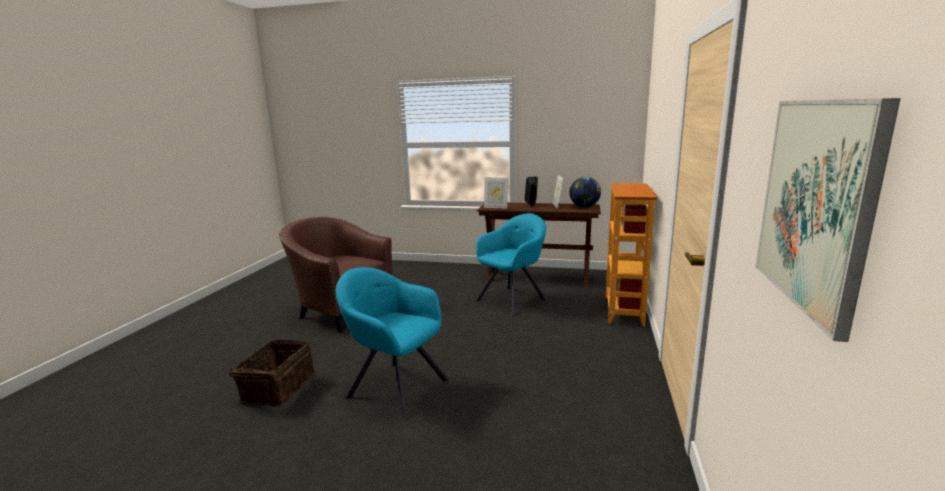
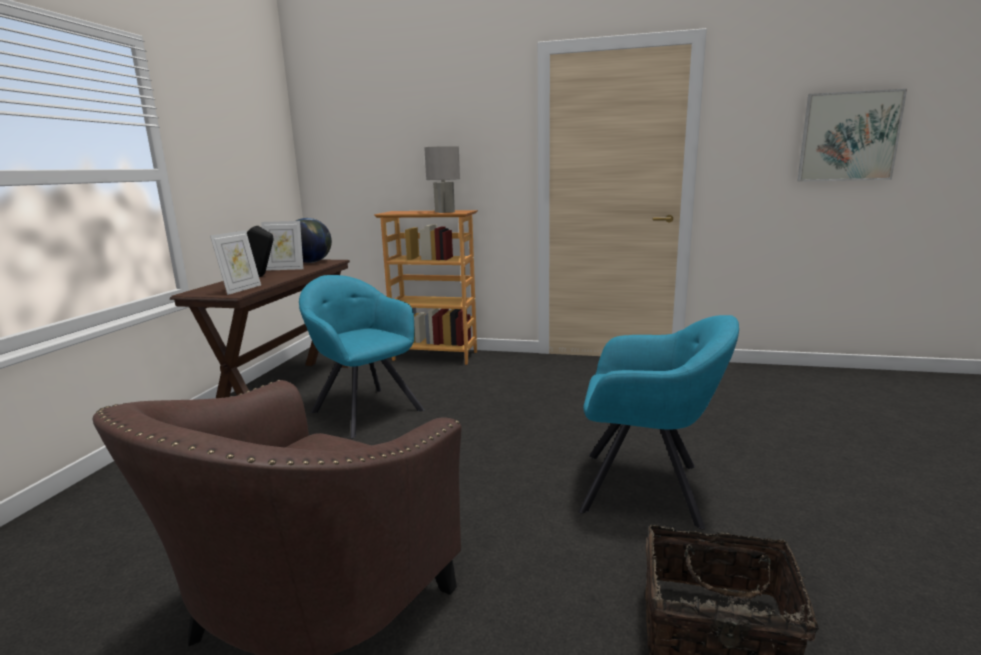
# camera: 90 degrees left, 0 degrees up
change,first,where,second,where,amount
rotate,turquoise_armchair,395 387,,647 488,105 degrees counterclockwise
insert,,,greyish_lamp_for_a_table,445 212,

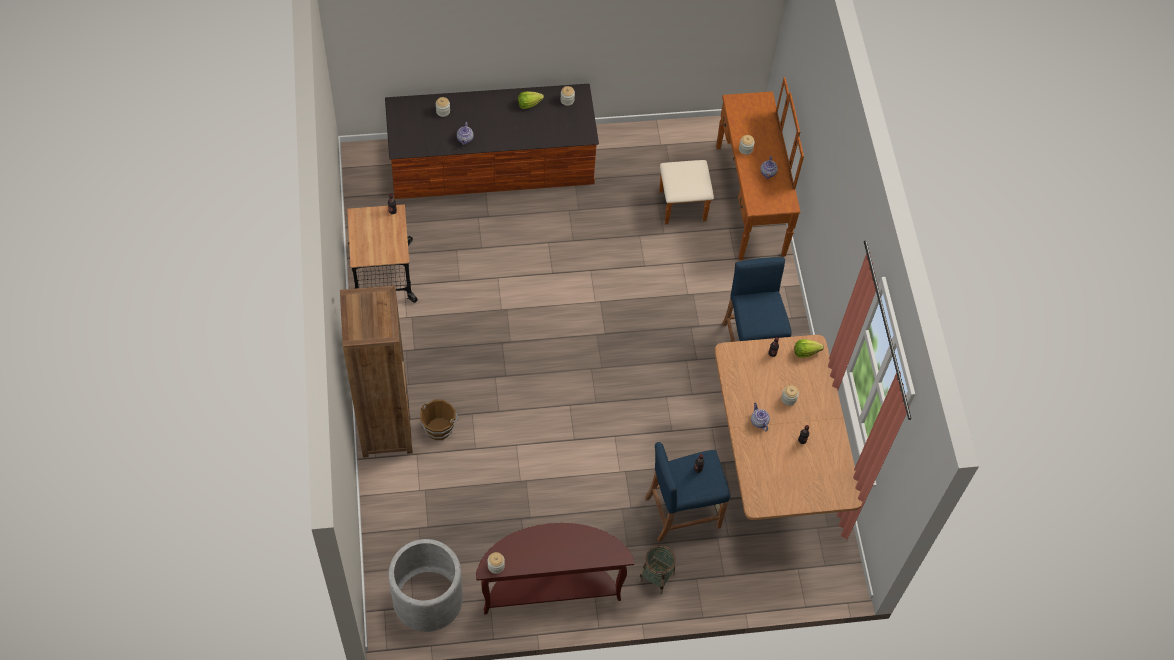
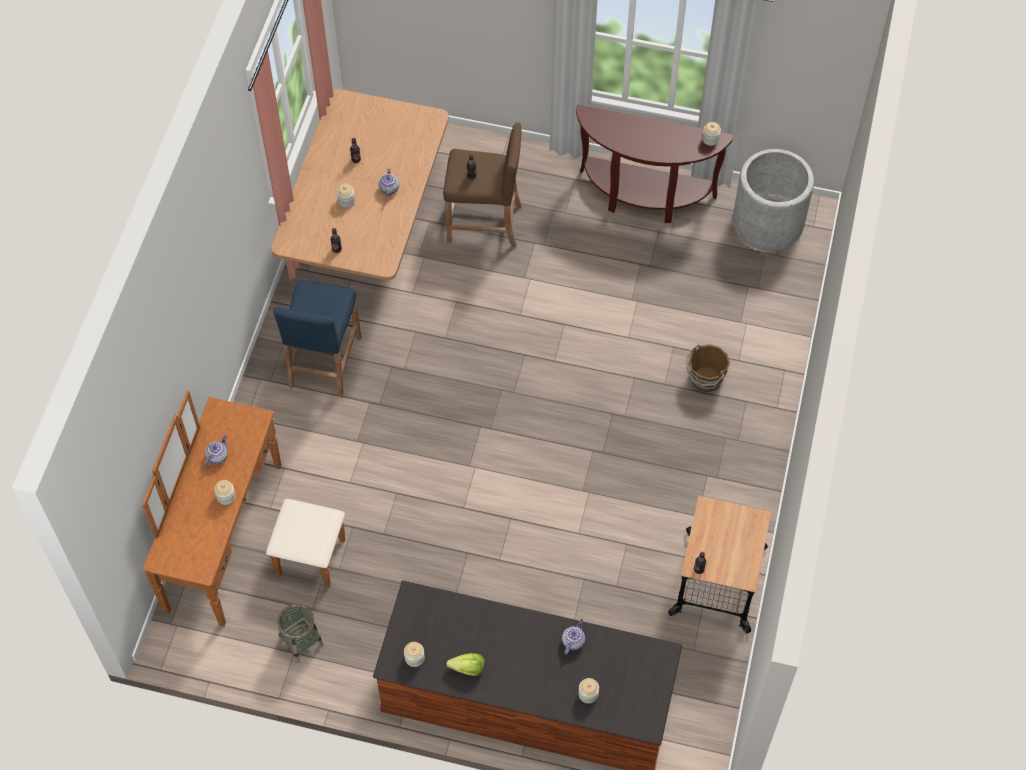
# camera: 155 degrees left, 0 degrees up
change,first,where,second,where,amount
delete,brown_bookcase,385 429,,,
move,basket,656 577,,301 642,
recolor,blue_stool_seat,682 512,brown_stool_seat,484 223,
delete,lettuce,805 352,,,

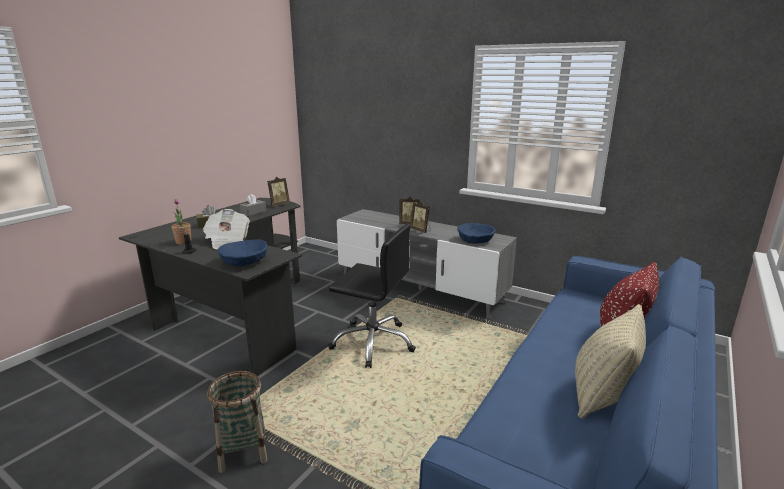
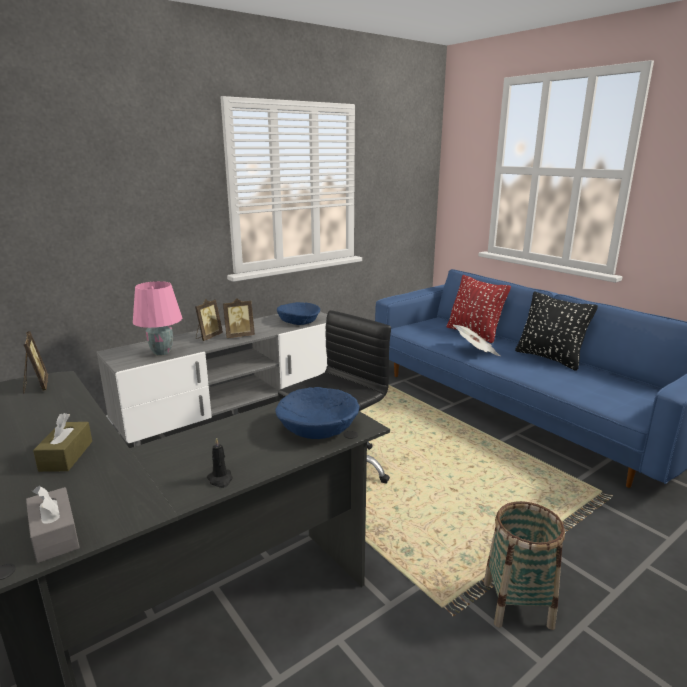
# camera: 70 degrees left, 0 degrees up
change,first,where,second,where,amount
delete,potted_plant,183 242,,,
move,newspaper,227 241,,475 352,
move,greyish_box_of_tissues,253 212,,55 535,
recolor,sand-coloured_throw_pillow,602 395,black_throw_pillow,549 358,
insert,,,pink_lamp_for_a_table,162 352,

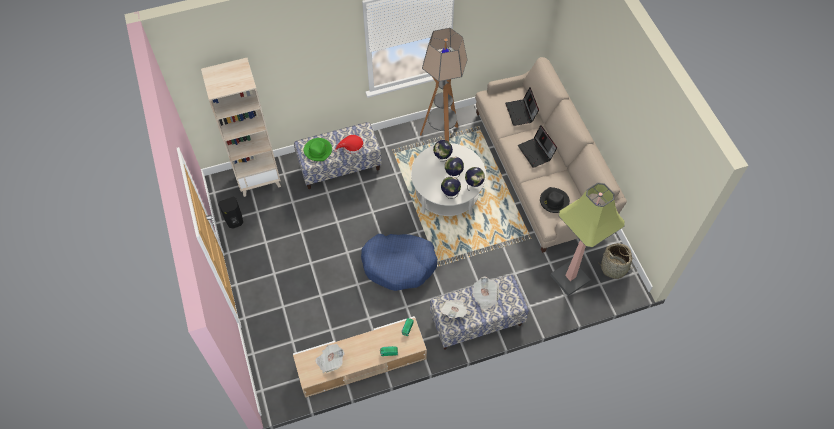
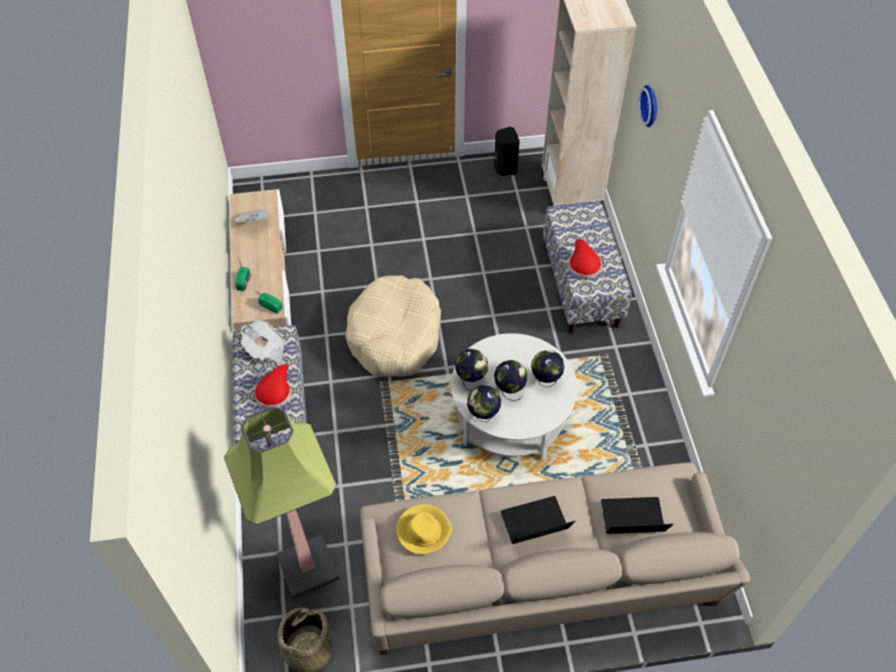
# camera: 100 degrees right, 5 degrees down
change,first,where,second,where,amount
delete,green_hat,318 150,,,
recolor,blue_dog_bed,399 265,sand-coloured_dog_bed,395 335,
delete,floor_lamp,441 138,,,
replace,newspaper,485 297,reddish_hat,275 391,
recolor,black_hat,554 201,yellow_hat,423 530,
insert,,,clock_on_the_wall,651 105,

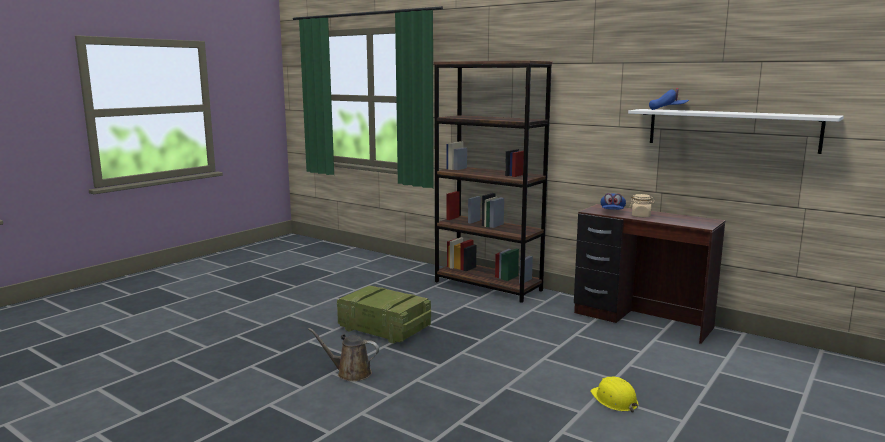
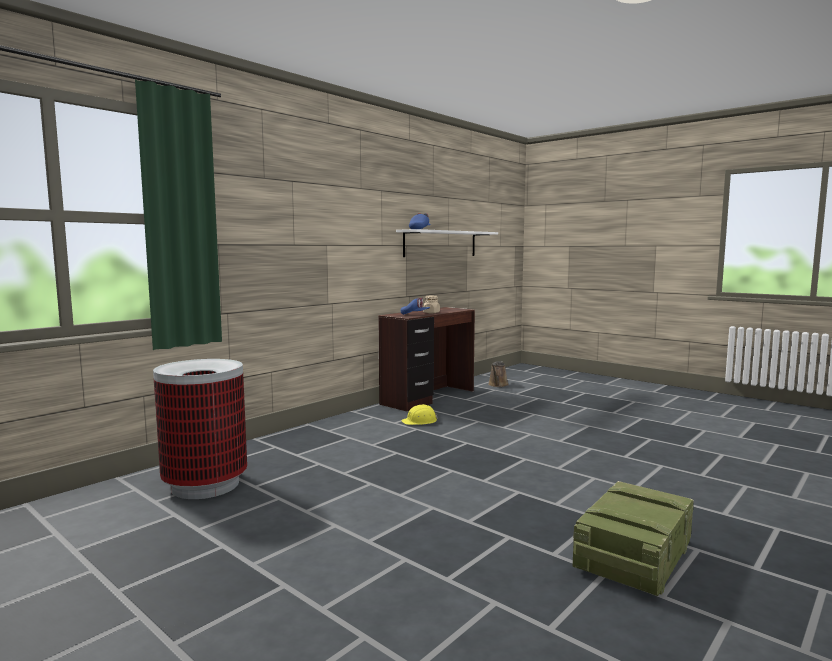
# camera: 85 degrees left, 5 degrees down
change,first,where,second,where,amount
move,brown_watering_pot,350 373,,497 385,
move,packing_crate,385 329,,634 557,
delete,brown_bookcase,488 286,,,
move,yellow_safety_helmet,614 400,,420 421,
insert,,,trash_can,205 485,

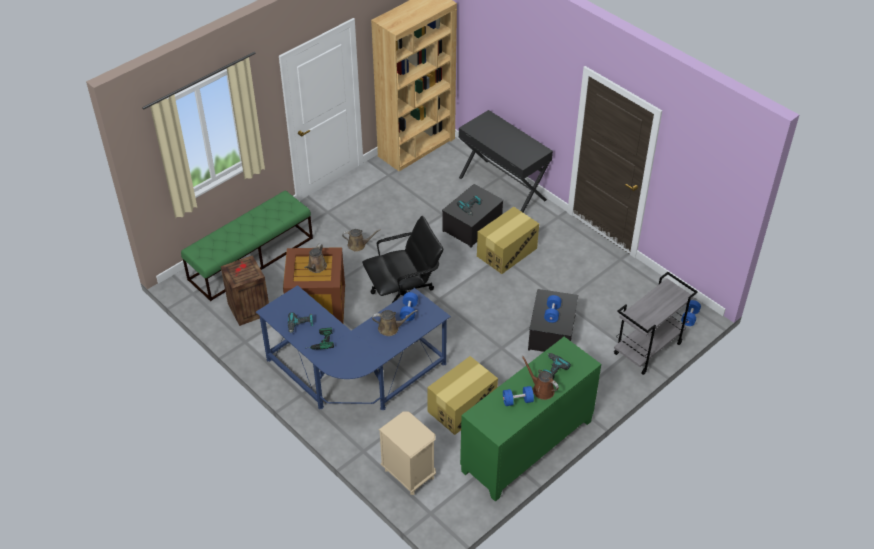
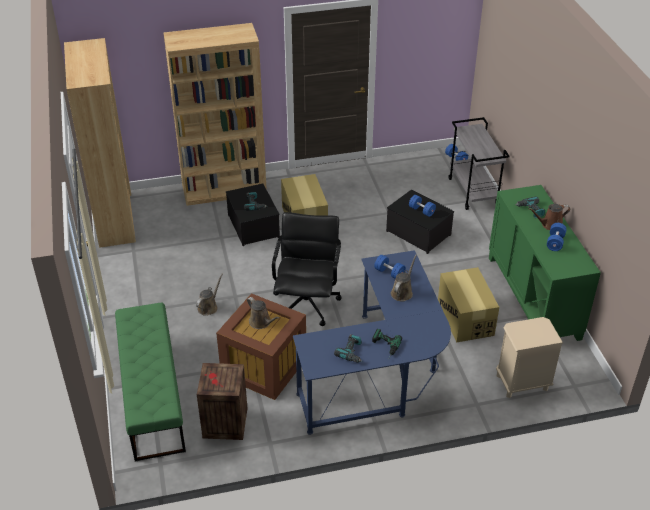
# camera: 60 degrees left, 5 degrees down
change,first,where,second,where,amount
replace,black_desk_table,503 188,brown_bookcase,224 190,

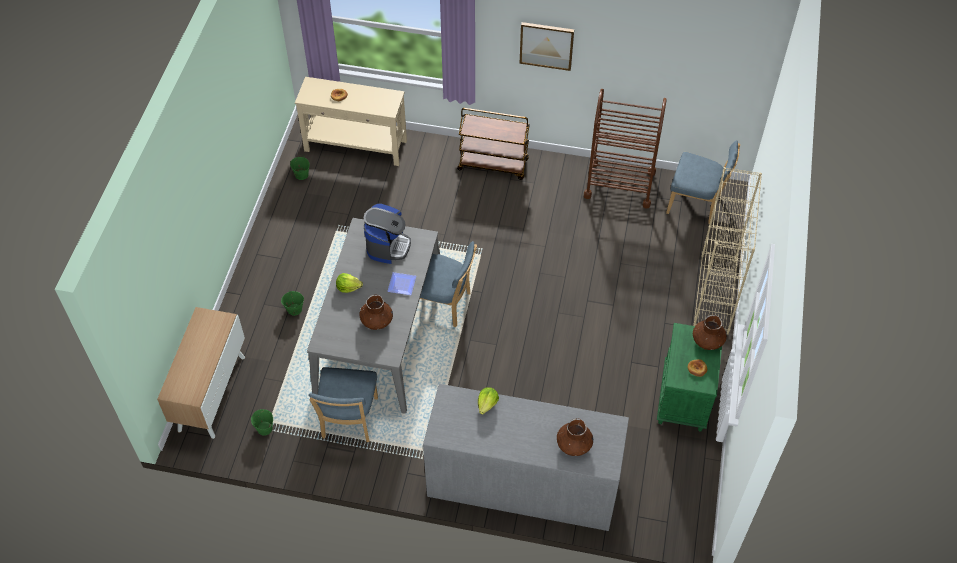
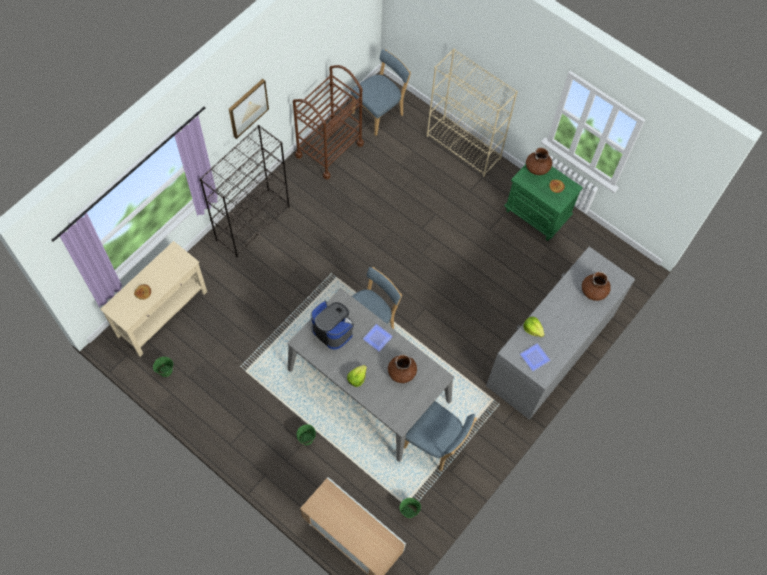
# camera: 65 degrees left, 10 degrees up
change,first,where,second,where,amount
replace,brown_trolley,493 164,black_bookcase,253 223,
insert,,,flat_dish,534 358,

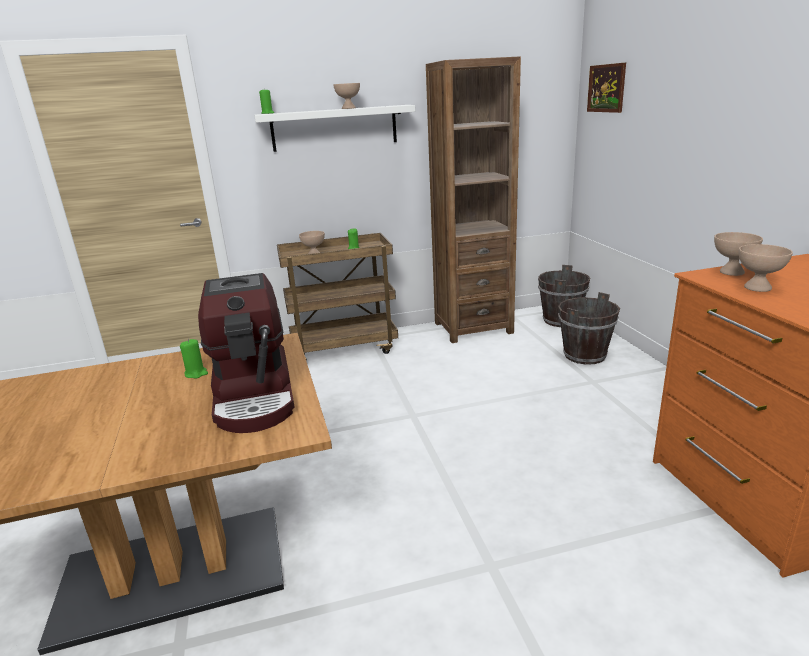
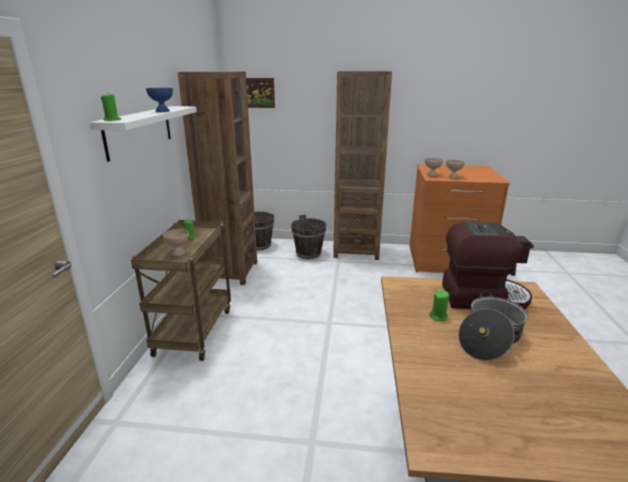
# camera: 70 degrees left, 0 degrees up
change,first,where,second,where,amount
recolor,sand-coloured_bowl,348 108,blue_bowl,163 111,
insert,,,brown_bookcase,356 251,
insert,,,saucepot,489 338,

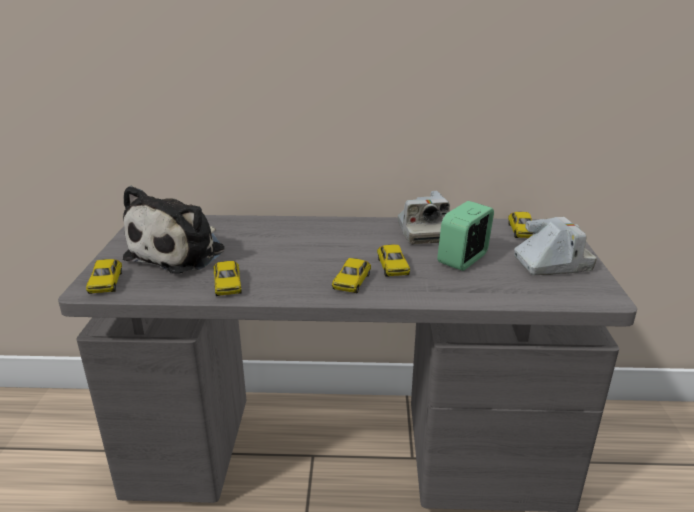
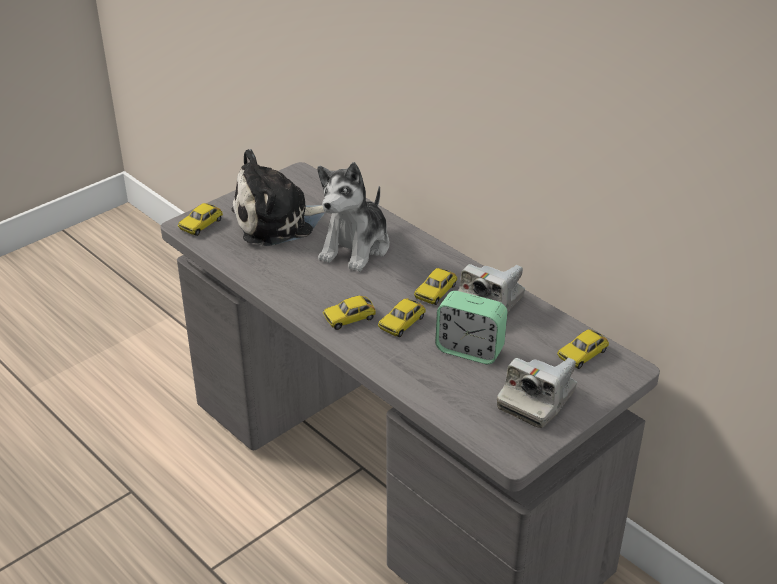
# camera: 45 degrees right, 10 degrees up
change,first,where,second,where,amount
move,model_car,227 285,,435 292,
rotate,table_clock,463 259,,469 350,150 degrees counterclockwise
rotate,still_camera,552 264,,536 400,90 degrees clockwise
insert,,,cuddly_toy,356 247,

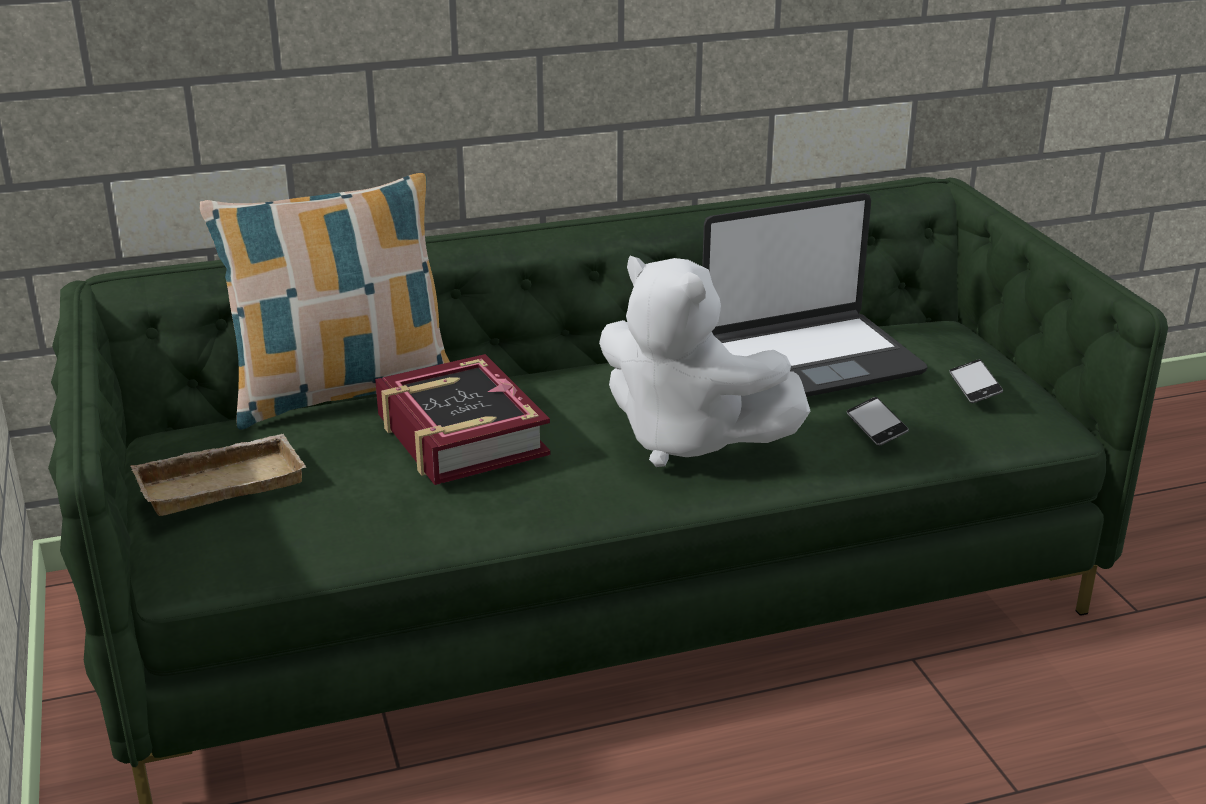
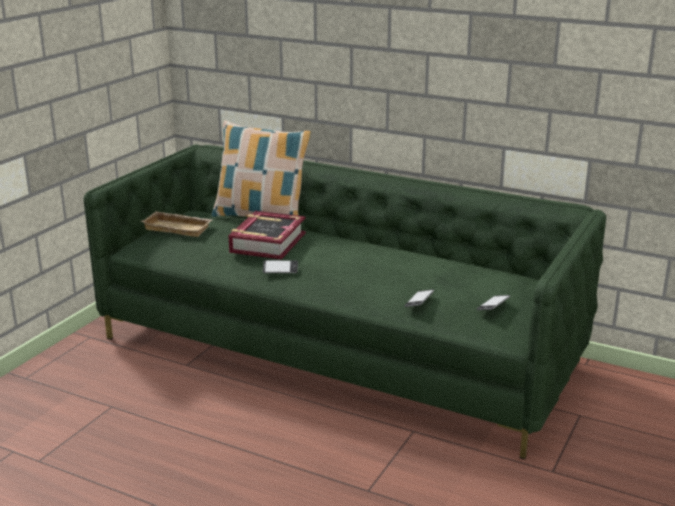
# camera: 45 degrees right, 5 degrees down
change,first,where,second,where,amount
delete,white-coloured_cuddly_toy,688 439,,,
delete,portable_computer,809 359,,,
insert,,,phone,280 270,

